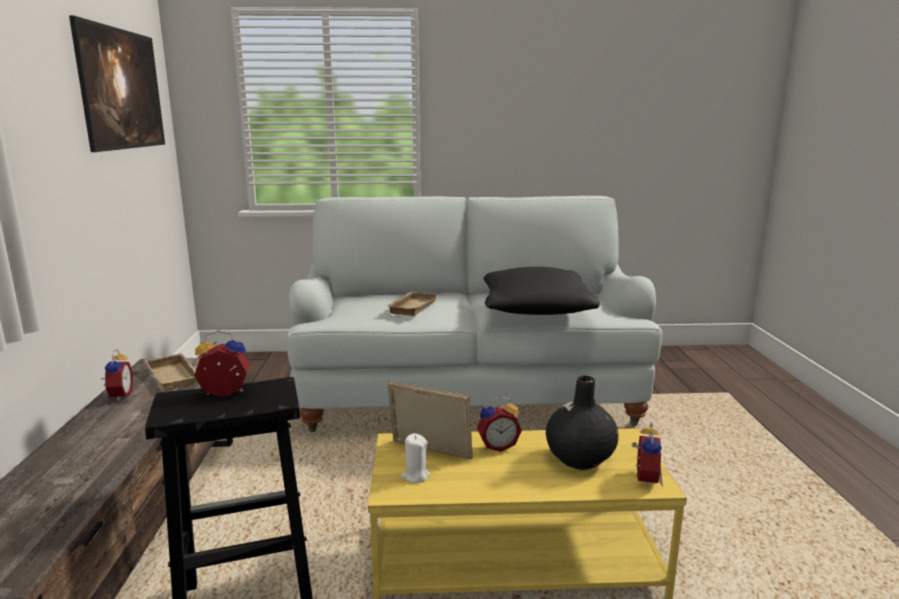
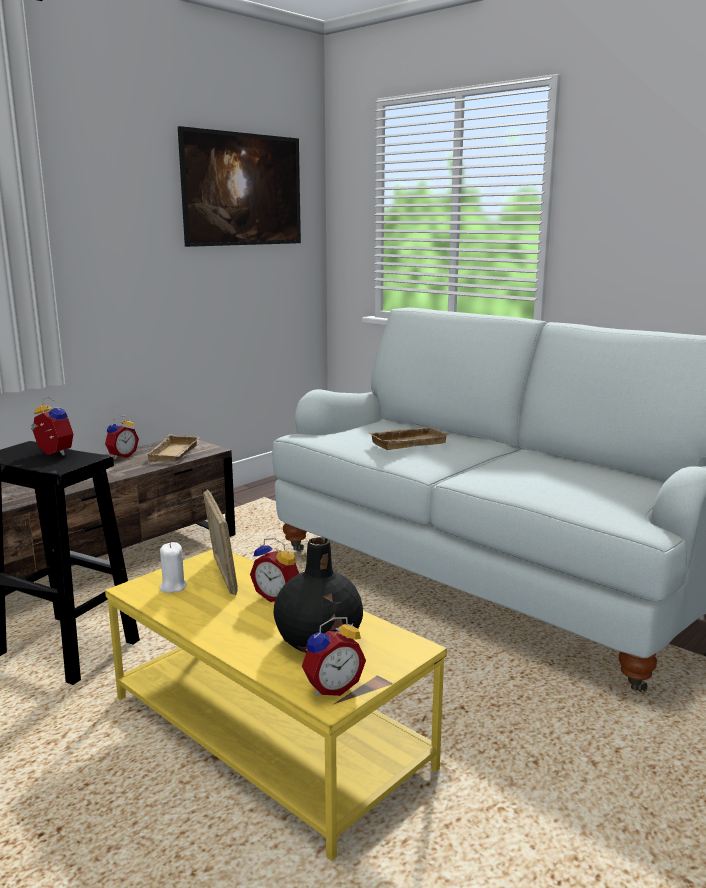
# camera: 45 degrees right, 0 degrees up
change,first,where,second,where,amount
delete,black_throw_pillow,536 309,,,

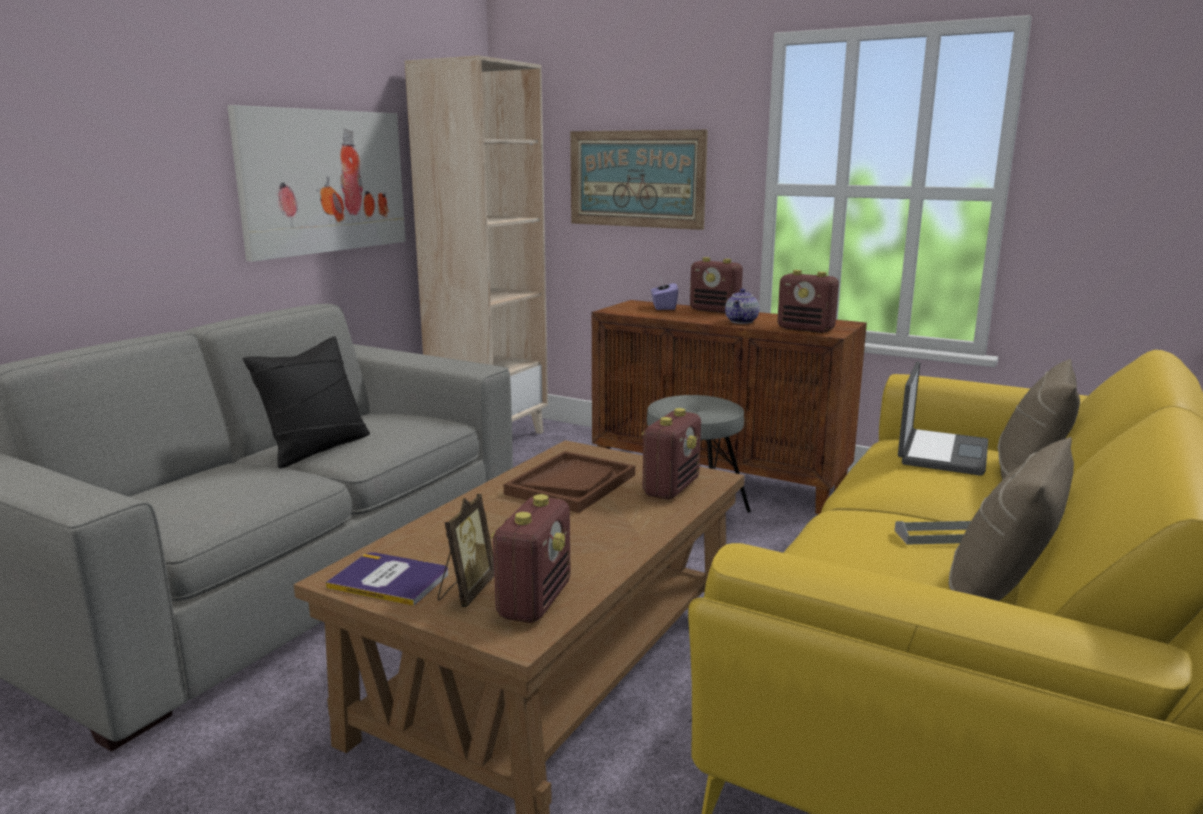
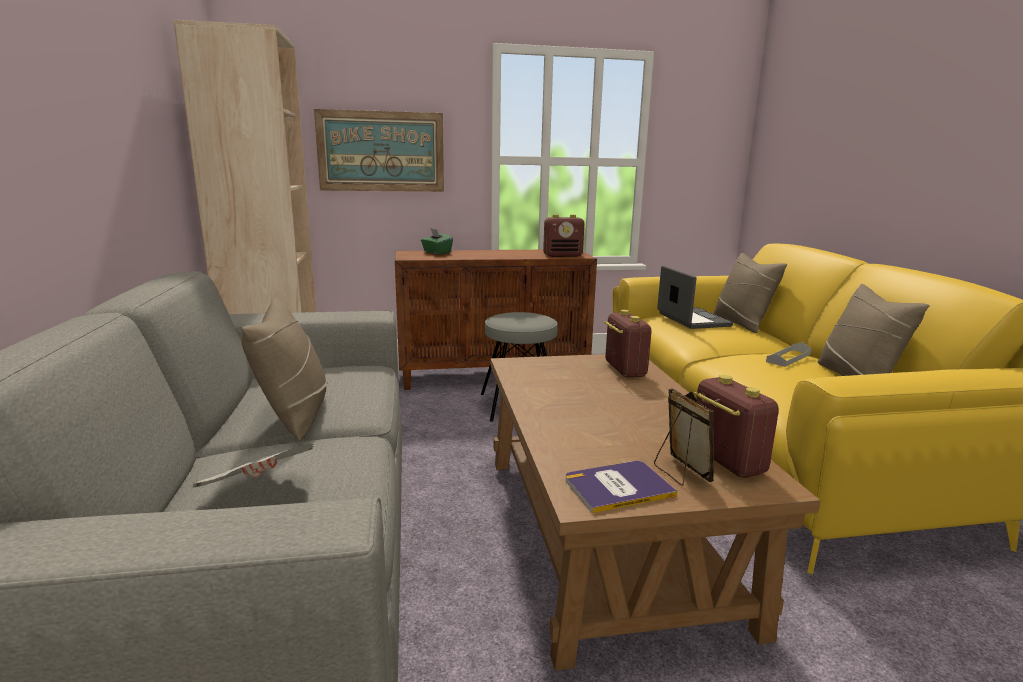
# camera: 40 degrees left, 0 degrees up
change,first,where,second,where,amount
delete,wall_art,324 181,,,
recolor,black_throw_pillow,316 448,sand-coloured_throw_pillow,295 416,
delete,brown_tray,571 484,,,
recolor,purple_box_of_tissues,663 307,green_box_of_tissues,436 252,
delete,radio_set,715 310,,,
delete,tea_pot,742 321,,,
insert,,,newspaper,257 494,

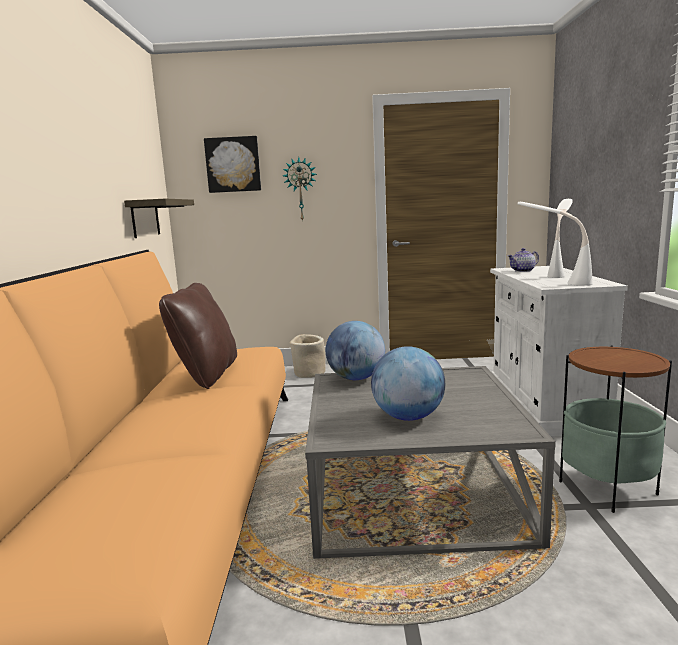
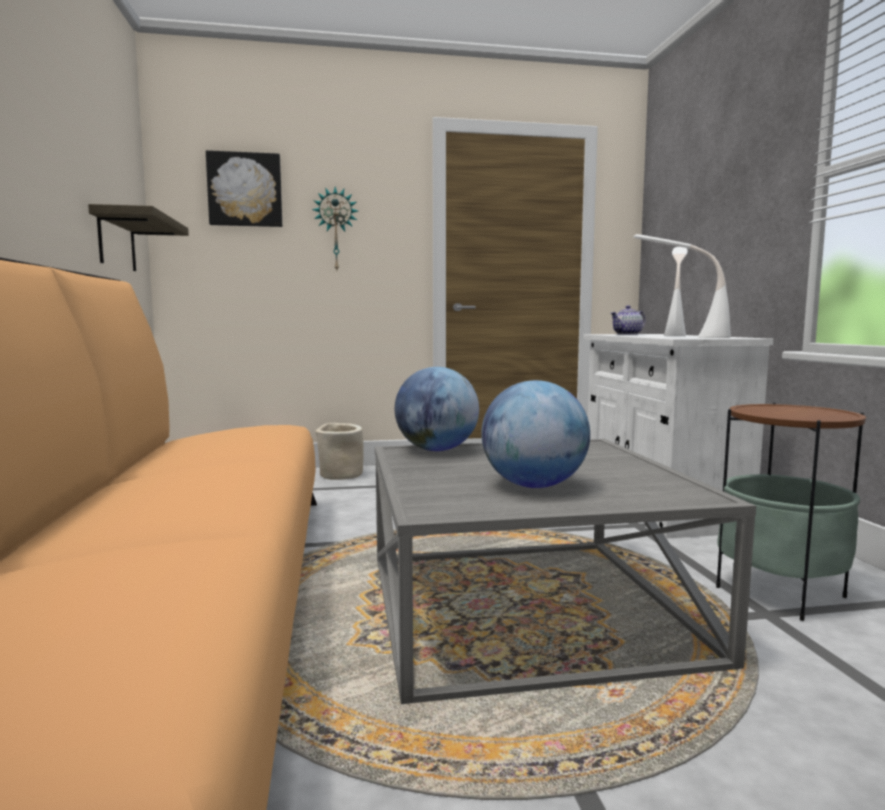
# camera: 10 degrees left, 5 degrees down
change,first,where,second,where,amount
delete,brown_throw_pillow,206 375,,,

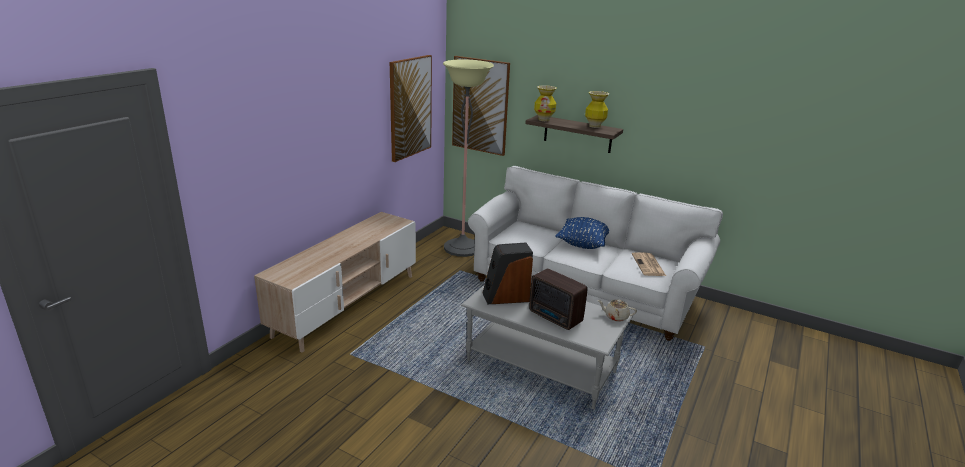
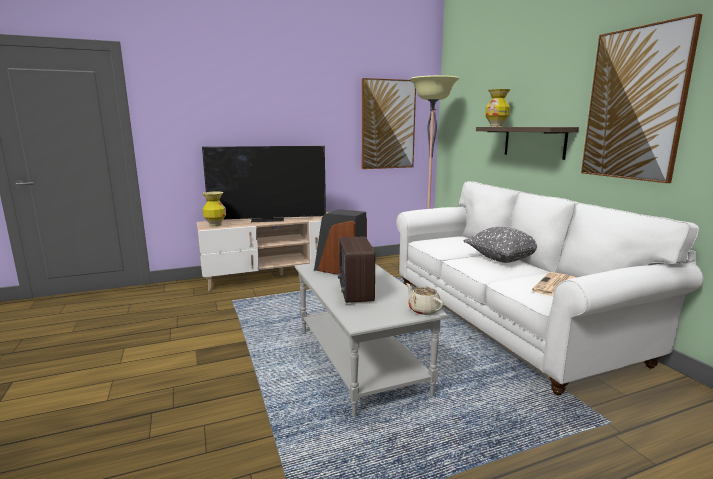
# camera: 40 degrees right, 10 degrees down
change,first,where,second,where,amount
move,wall_art,480 105,,635 104,
recolor,blue_throw_pillow,583 244,greyish_throw_pillow,503 259,
move,flower_vase,594 126,,215 225,
insert,,,TV_set,268 219,

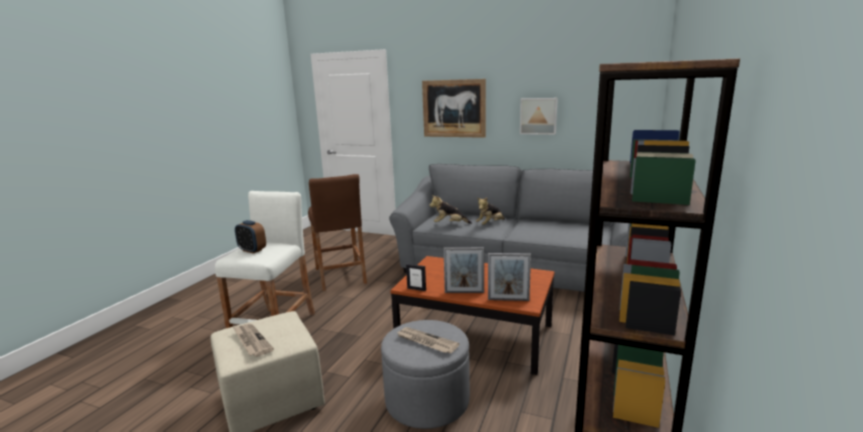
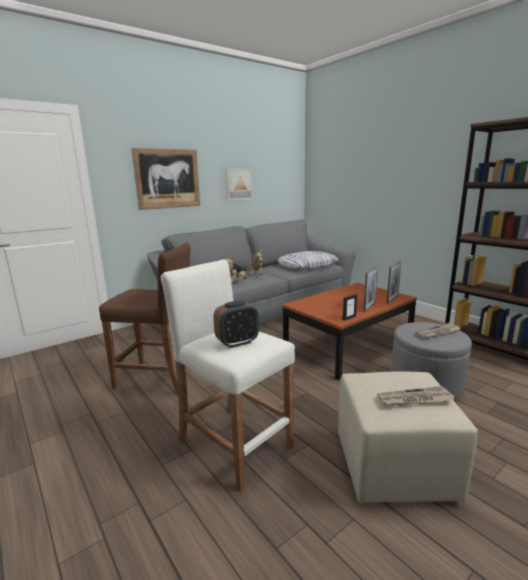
# camera: 60 degrees left, 0 degrees up
change,first,where,second,where,amount
insert,,,throw_pillow,307 265,

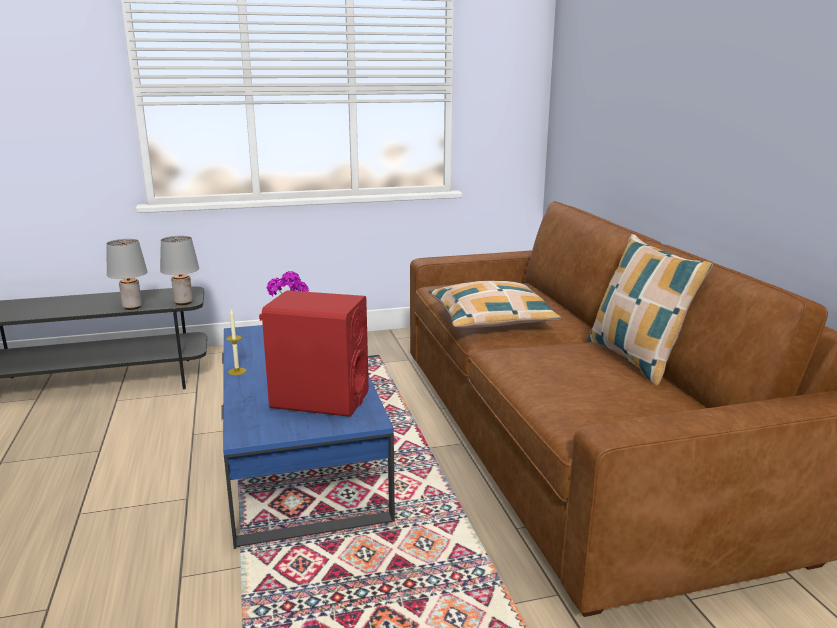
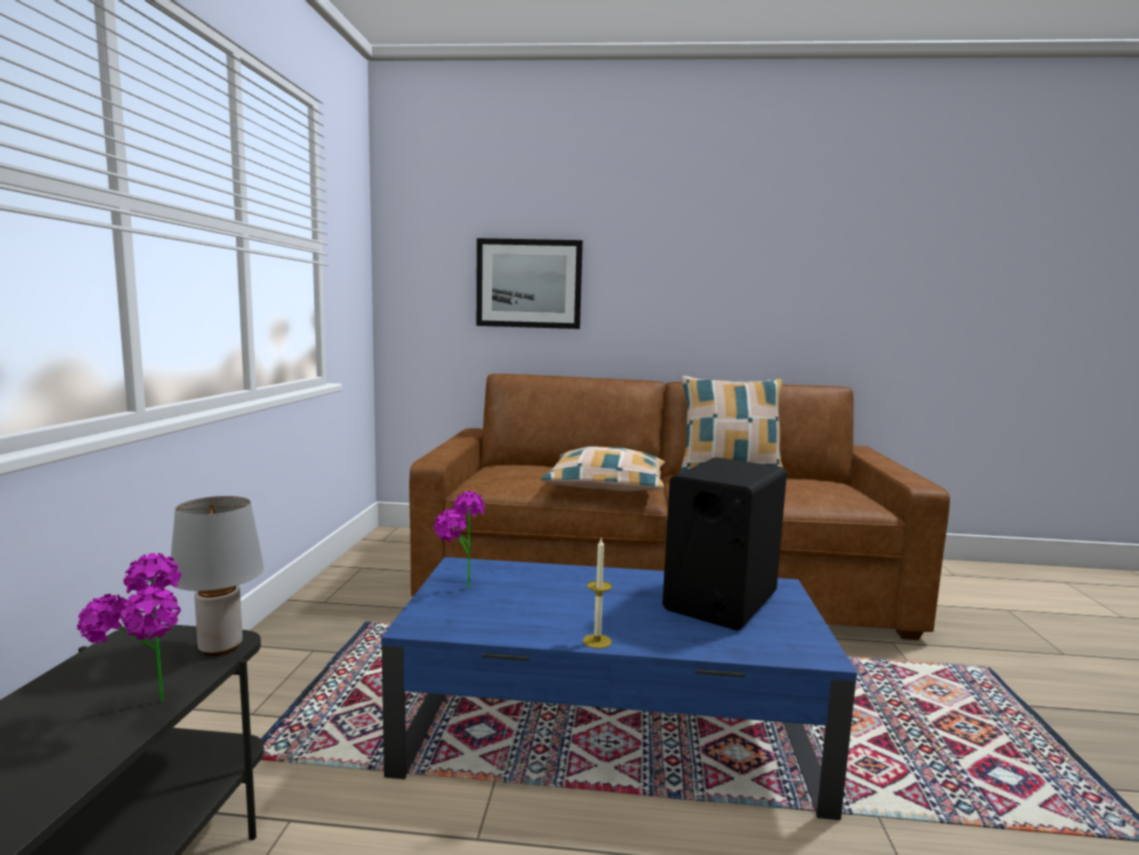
# camera: 70 degrees left, 10 degrees down
change,first,where,second,where,amount
replace,greyish_lamp_for_a_table,132 307,potted_plant,146 711,
recolor,reddish_audio_speaker,319 400,black_audio_speaker,721 601,
insert,,,wall_art,529 284,

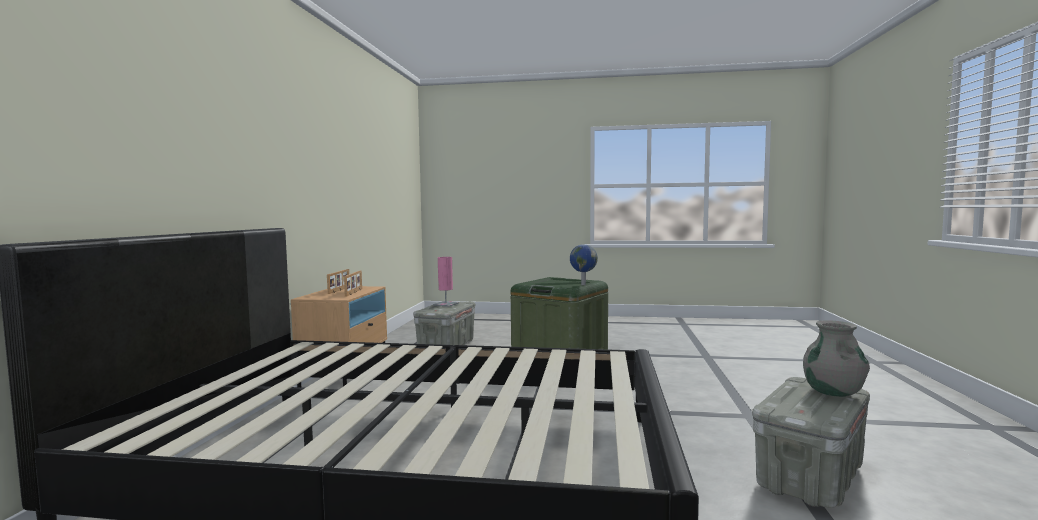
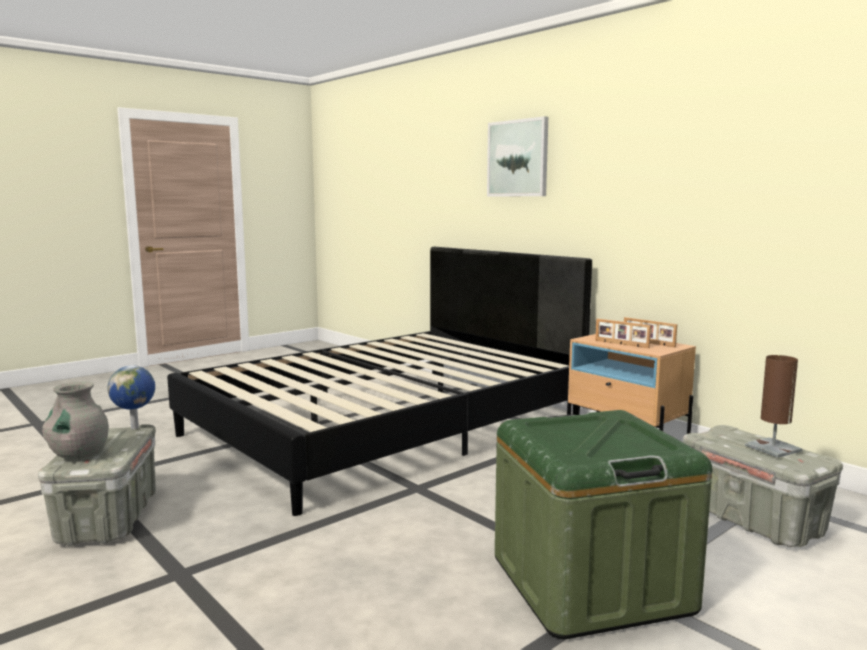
# camera: 130 degrees right, 5 degrees up
change,first,where,second,where,amount
recolor,pink_lamp_for_a_table,445 304,brown_lamp_for_a_table,773 448,
move,world_globe,582 284,,136 427,
insert,,,wall_art,518 158,

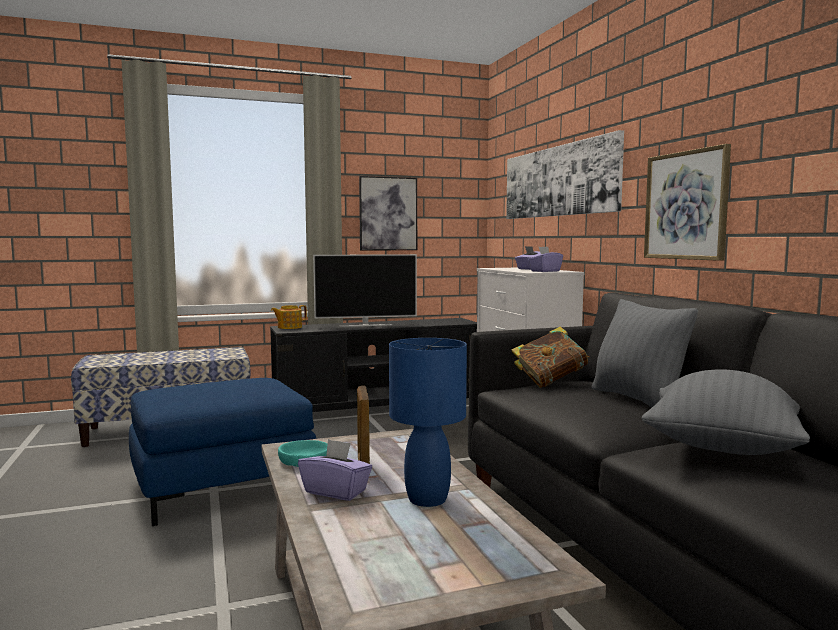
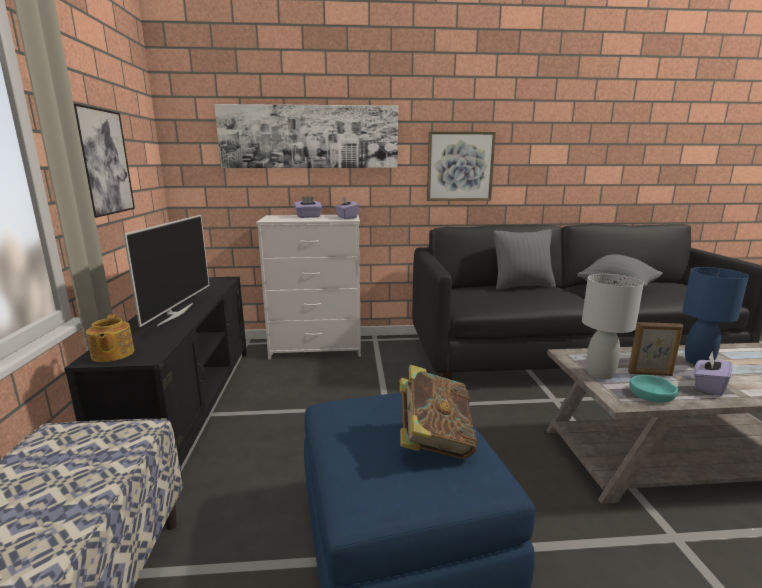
# camera: 75 degrees left, 10 degrees up
change,first,where,second,where,amount
move,bound_book,550 382,,434 441,
insert,,,greyish_lamp_for_a_table,600 374,

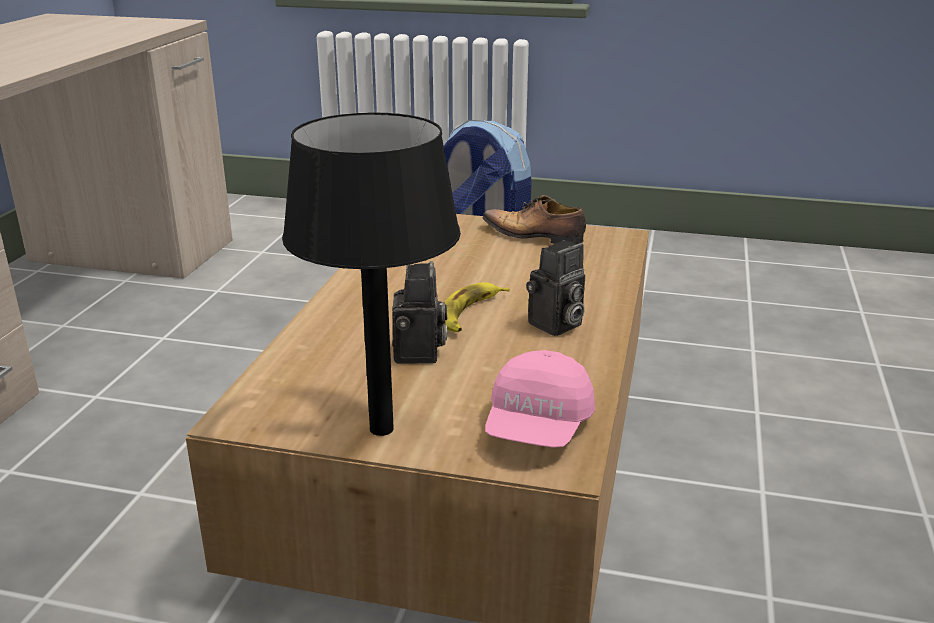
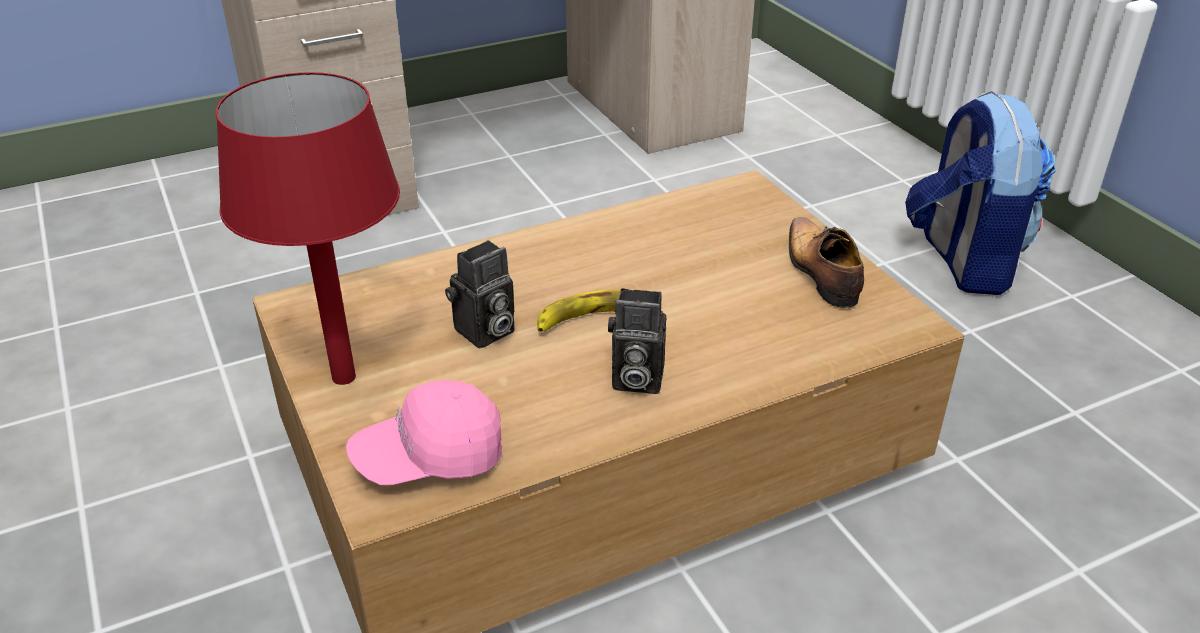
# camera: 50 degrees right, 10 degrees up
change,first,where,second,where,amount
recolor,black_lamp_for_a_table,382 429,reddish_lamp_for_a_table,343 378,

